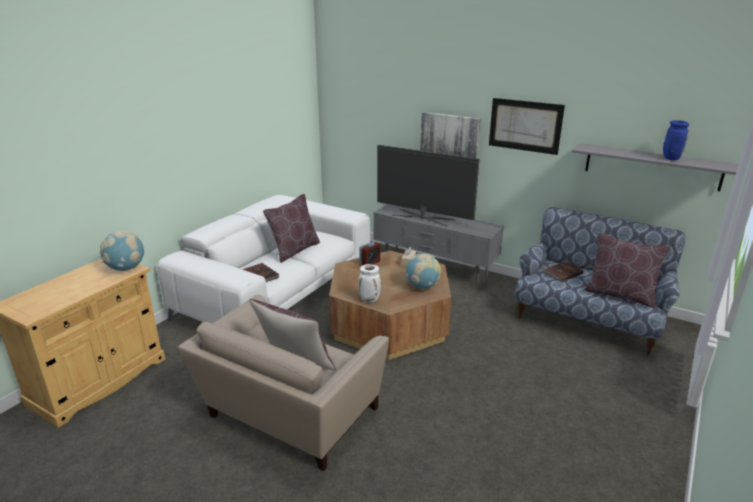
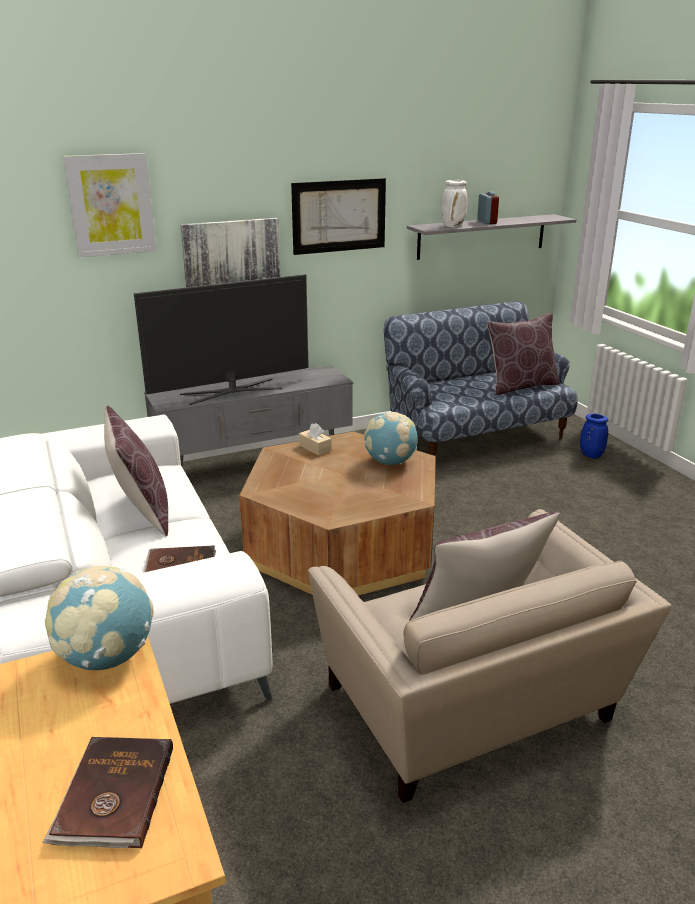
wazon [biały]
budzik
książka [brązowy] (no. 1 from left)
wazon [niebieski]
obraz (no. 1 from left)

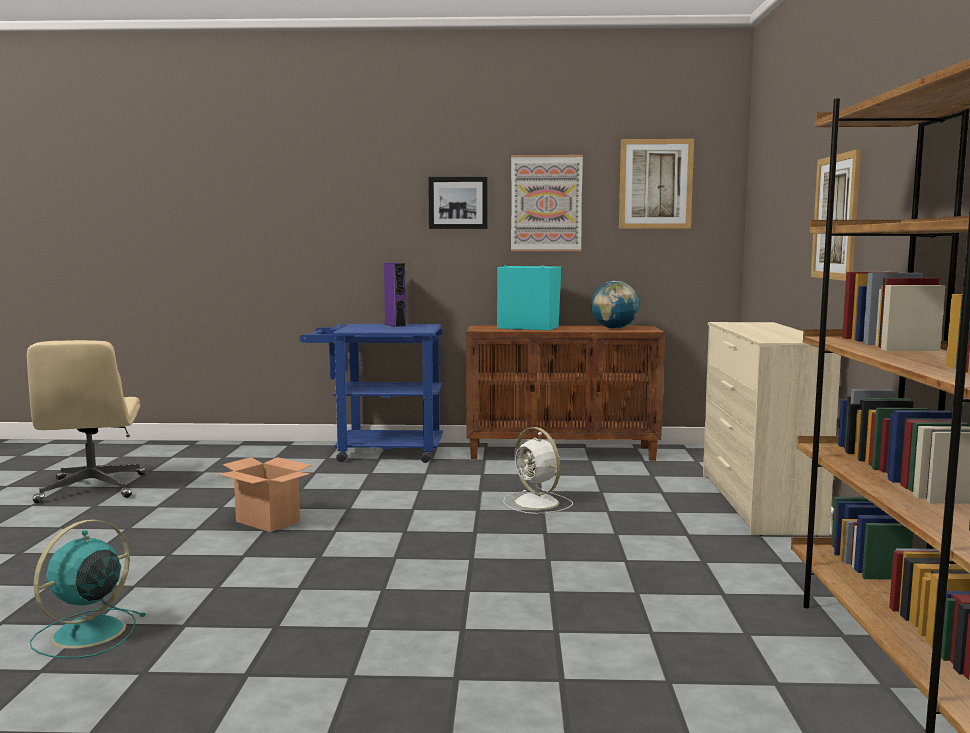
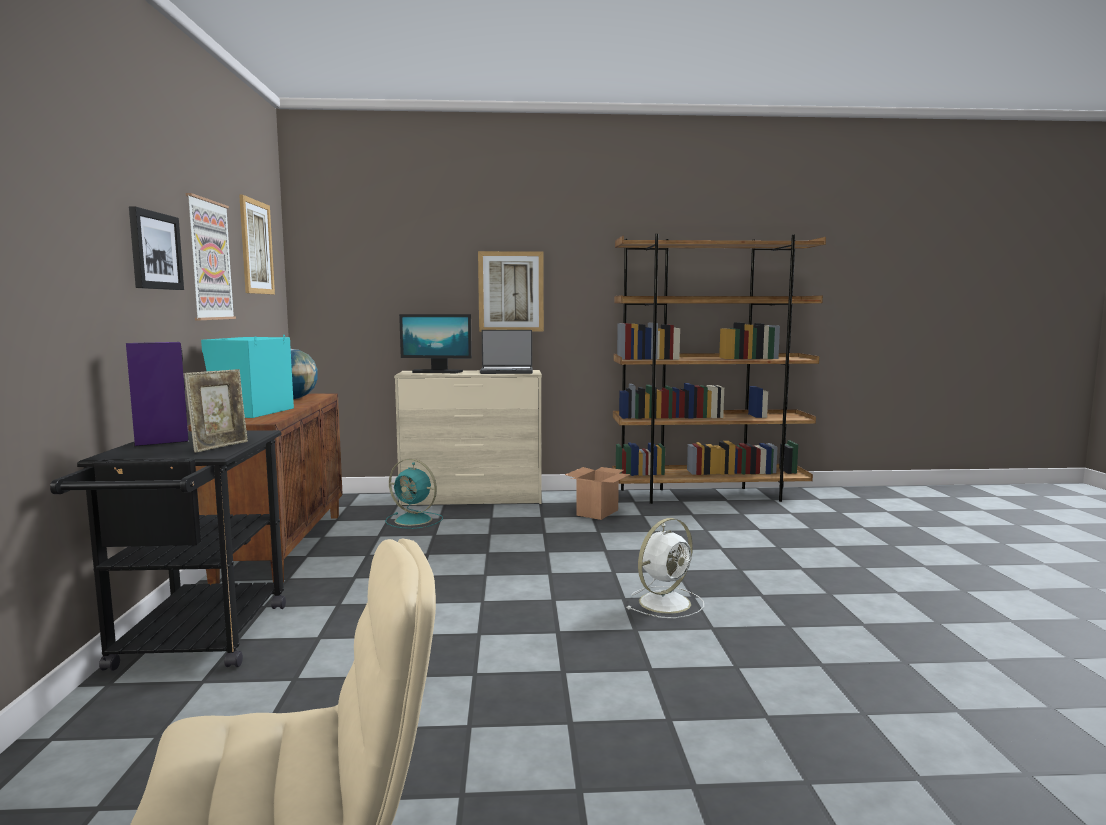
wentylator [turkusowy]
karton
wózek [czarny]
wentylator [biały]
ramka na zdjęcie
monitor
laptop

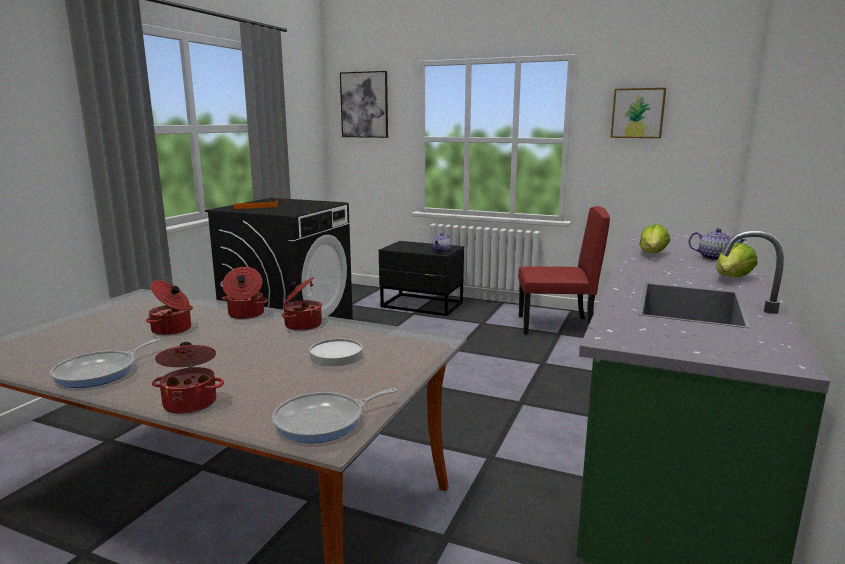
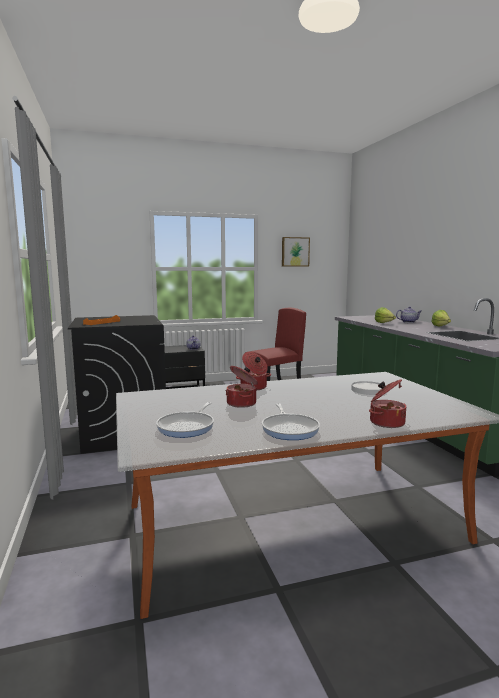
patelnia (no. 1 from left)
garnek (no. 4 from left in the first image)
obraz (no. 1 from left in the first image)

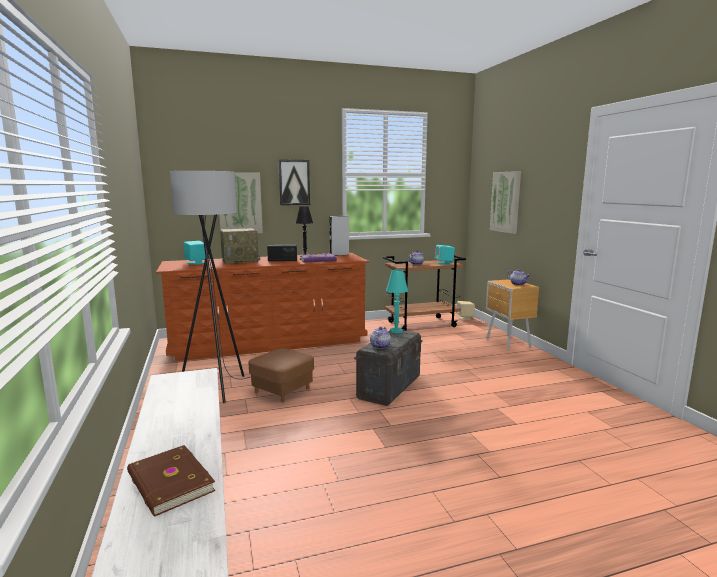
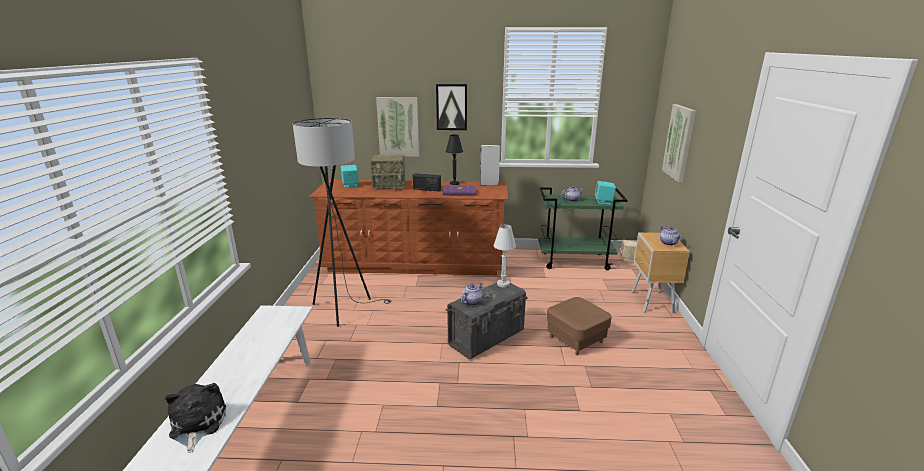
pluszak
pufa [brązowy]
wózek [zielony]
lampa stołowa [biały]

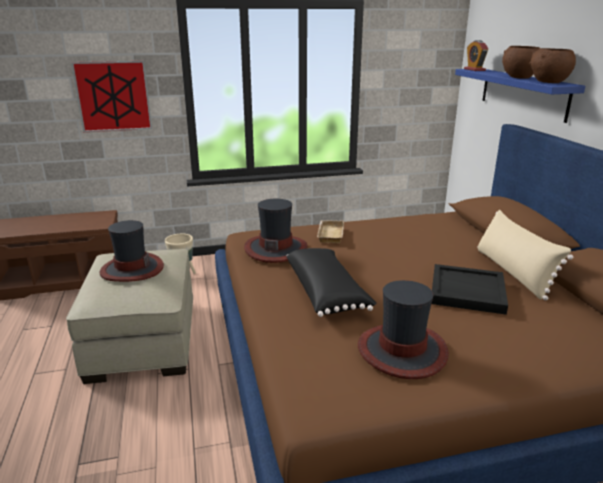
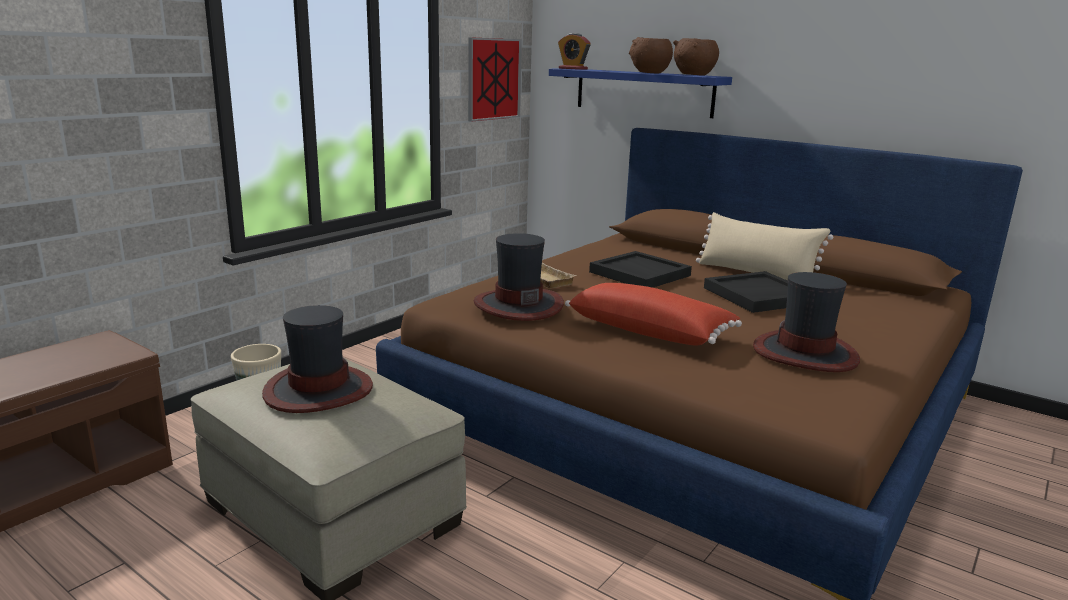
obraz
poduszka [czerwony]
taca [czarny] (no. 1 from left)

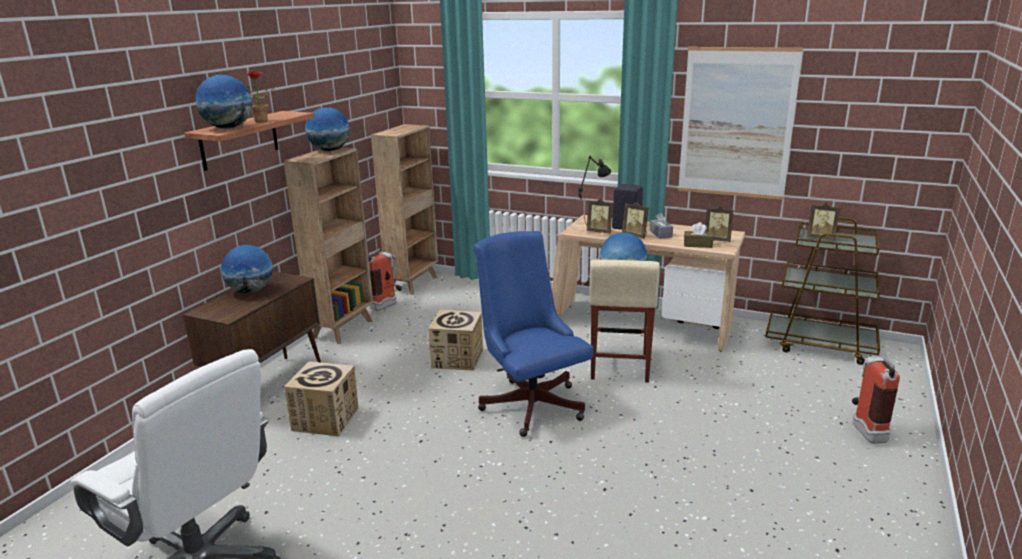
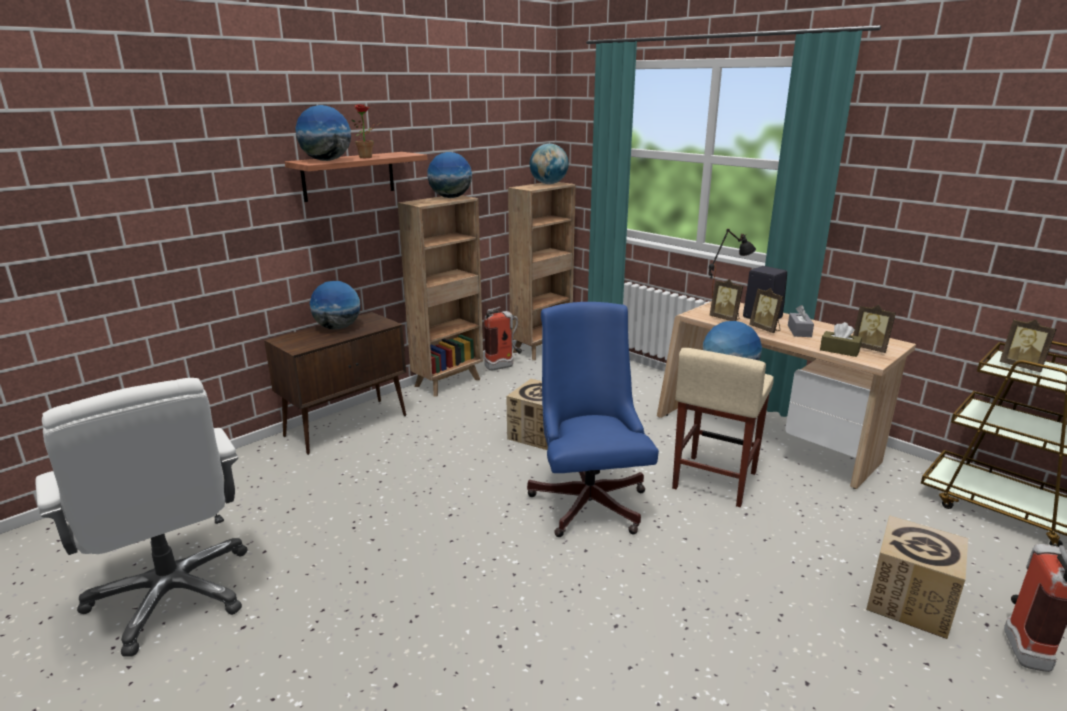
karton (no. 2 from left)
obraz
globus (no. 4 from left)

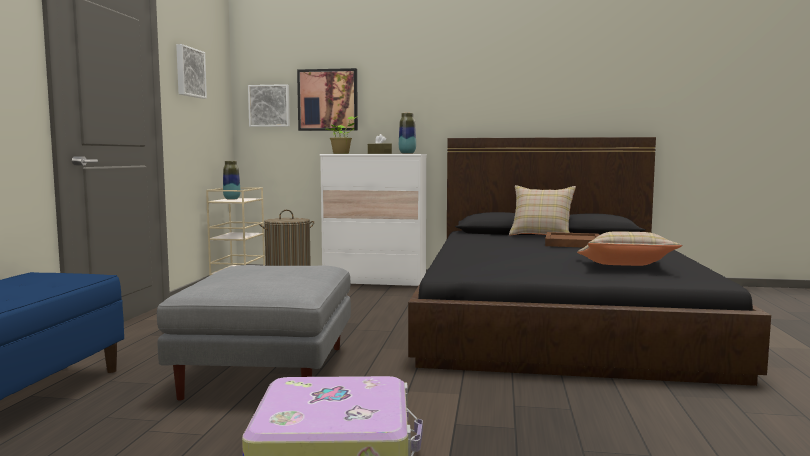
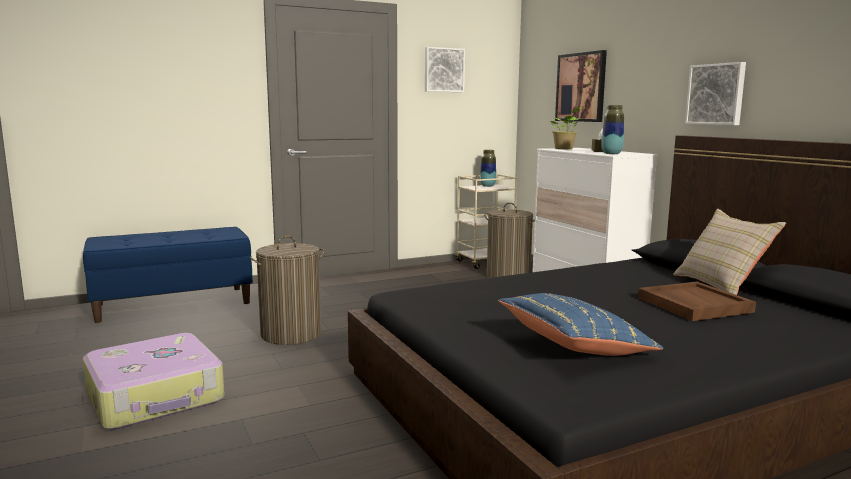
kosz na pranie (no. 1 from left)
obraz (no. 3 from left)
poduszka [niebieski]

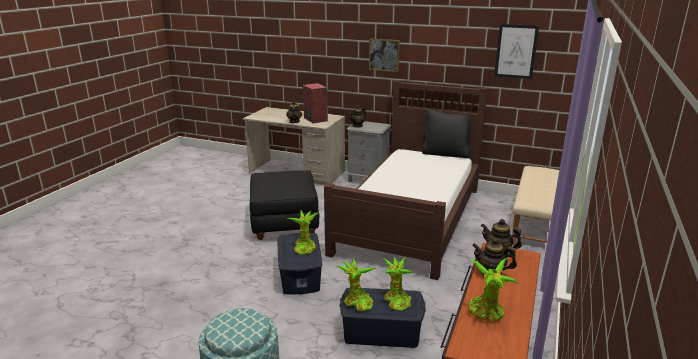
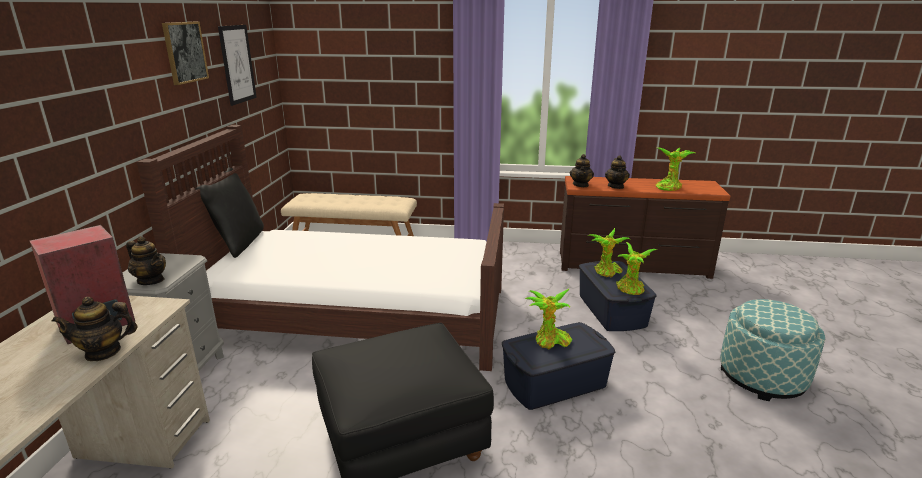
obraz (no. 1 from left)

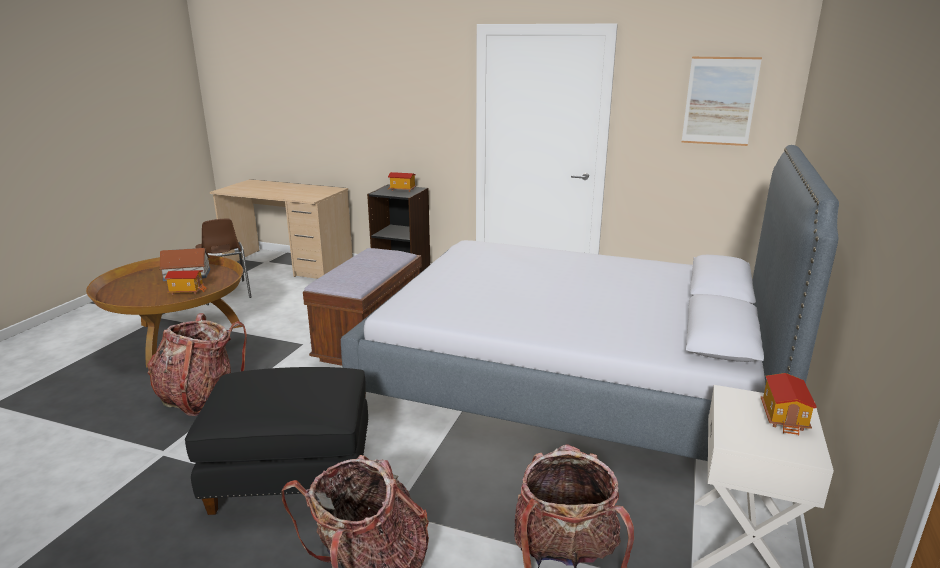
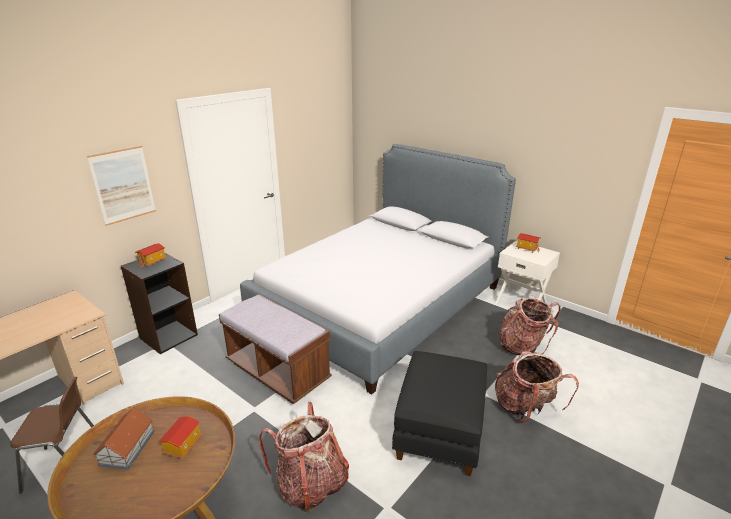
obraz

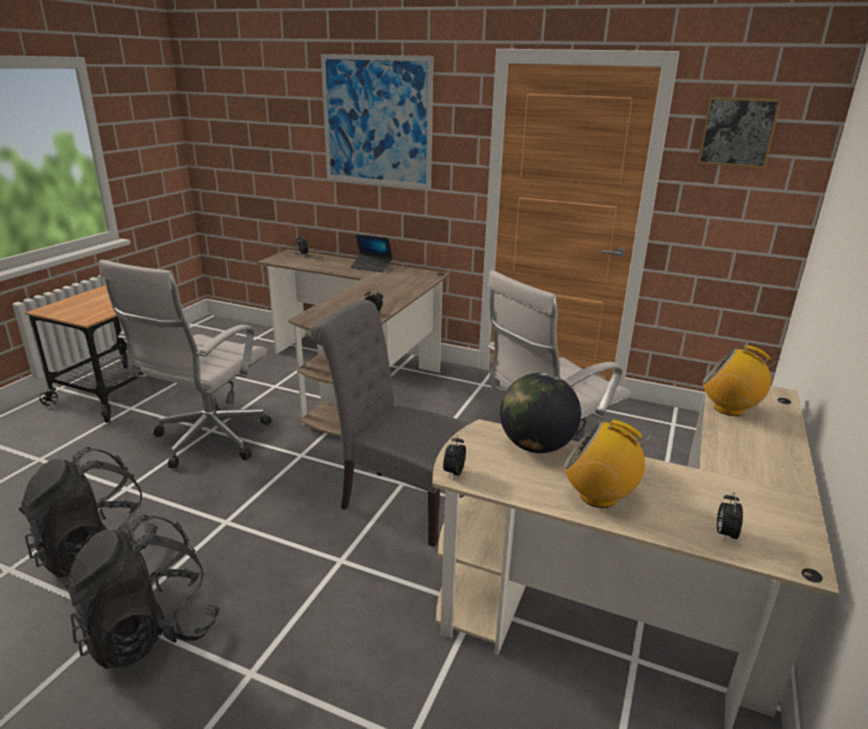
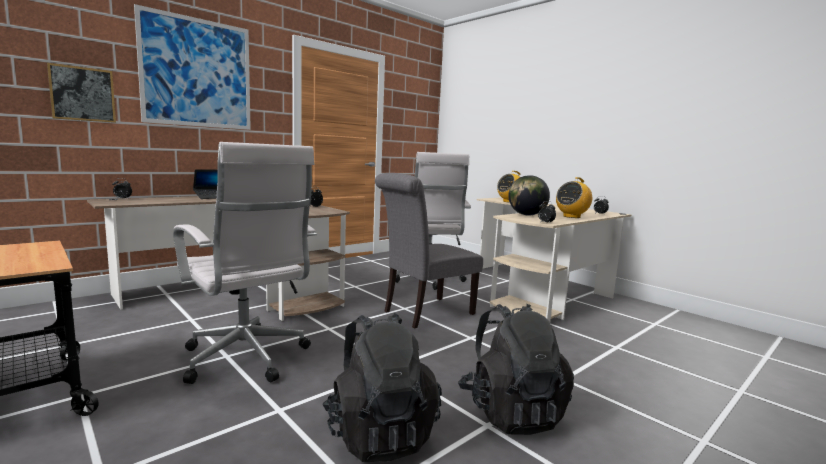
obraz (no. 1 from left)

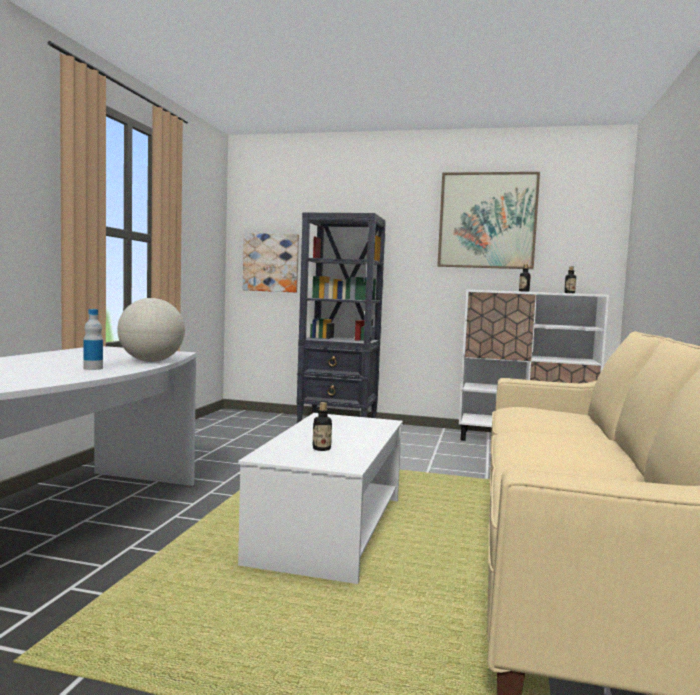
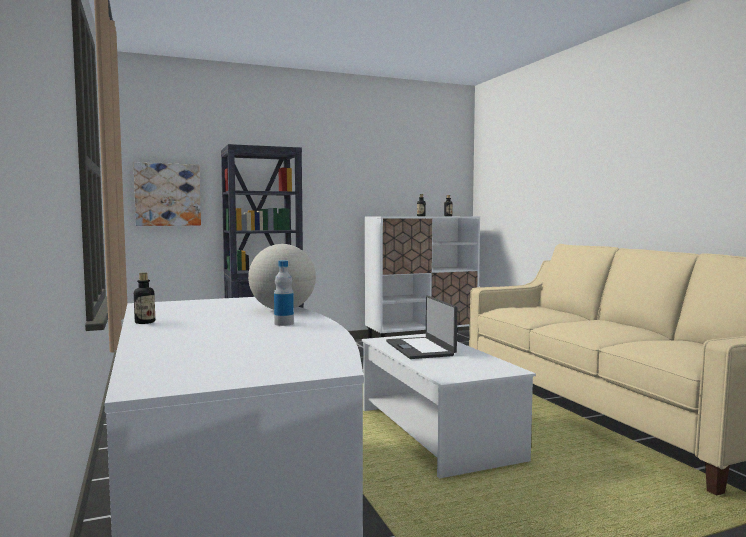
butelka (no. 1 from left)
obraz (no. 2 from left in the first image)
laptop

